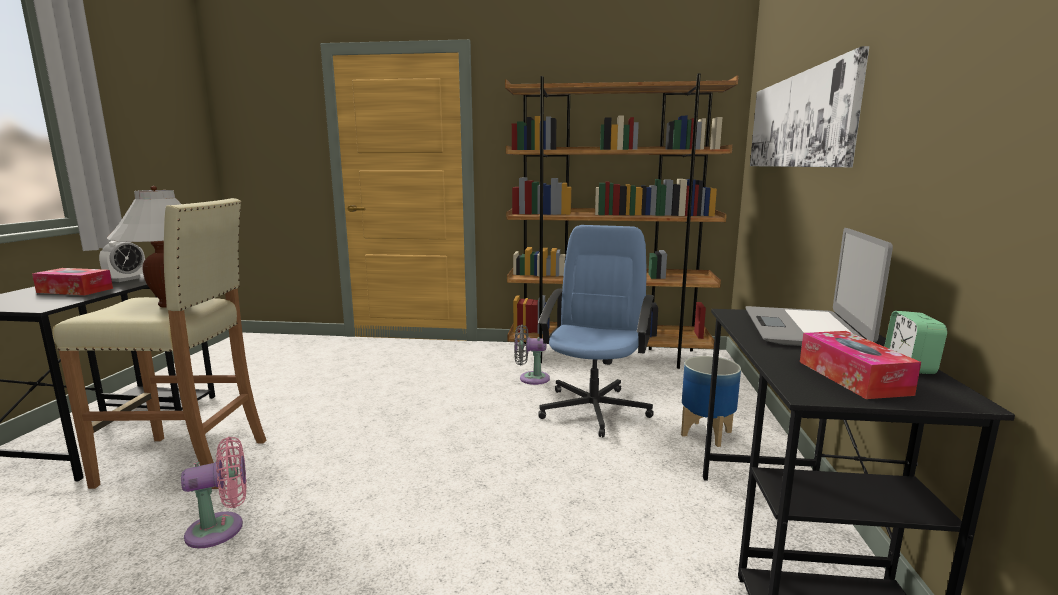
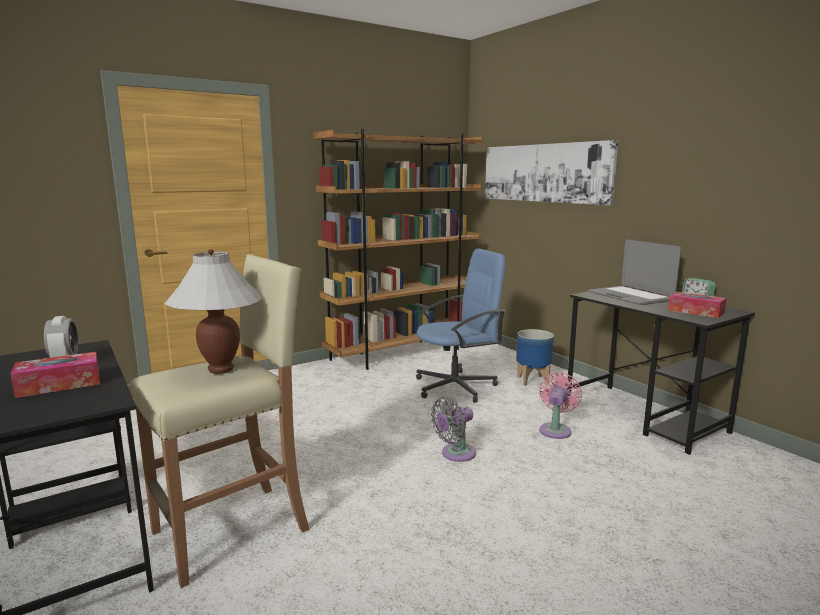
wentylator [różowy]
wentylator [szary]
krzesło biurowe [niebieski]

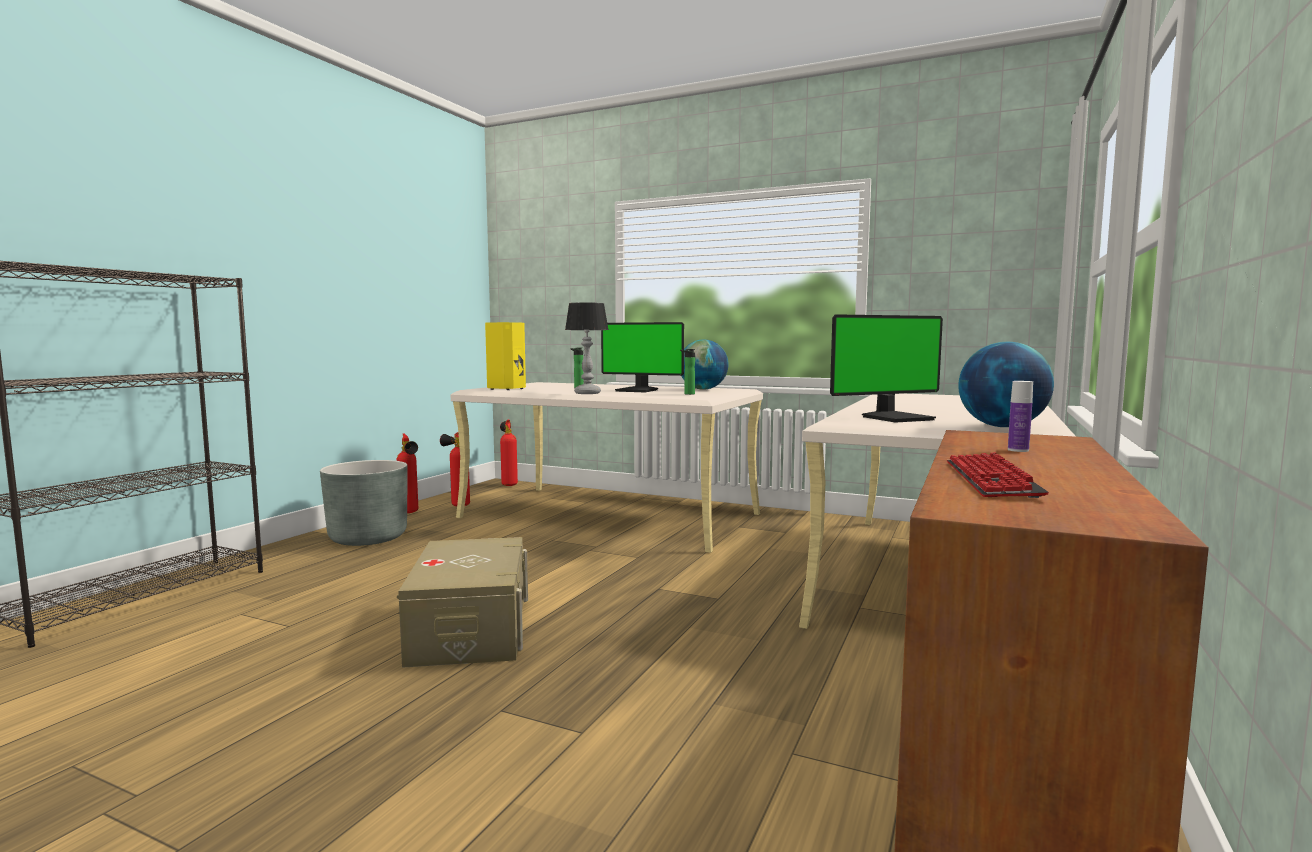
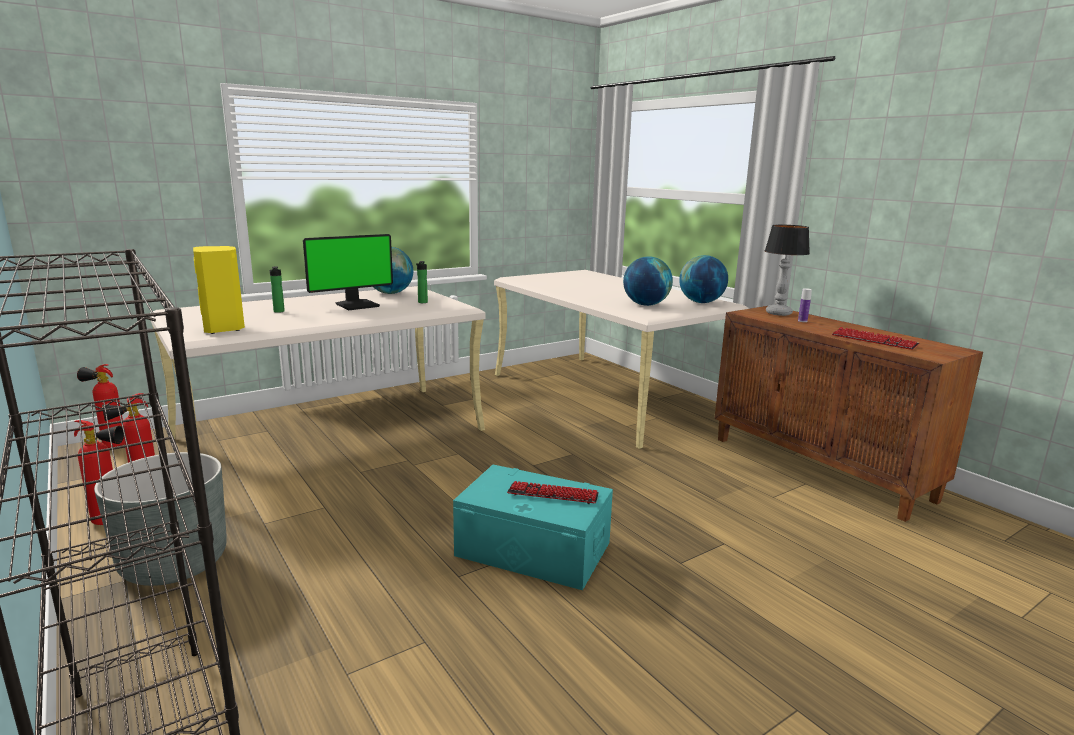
pojemnik do przechowywania [turkusowy]
lampa stołowa
globus (no. 2 from left)
klawiatura (no. 1 from left)

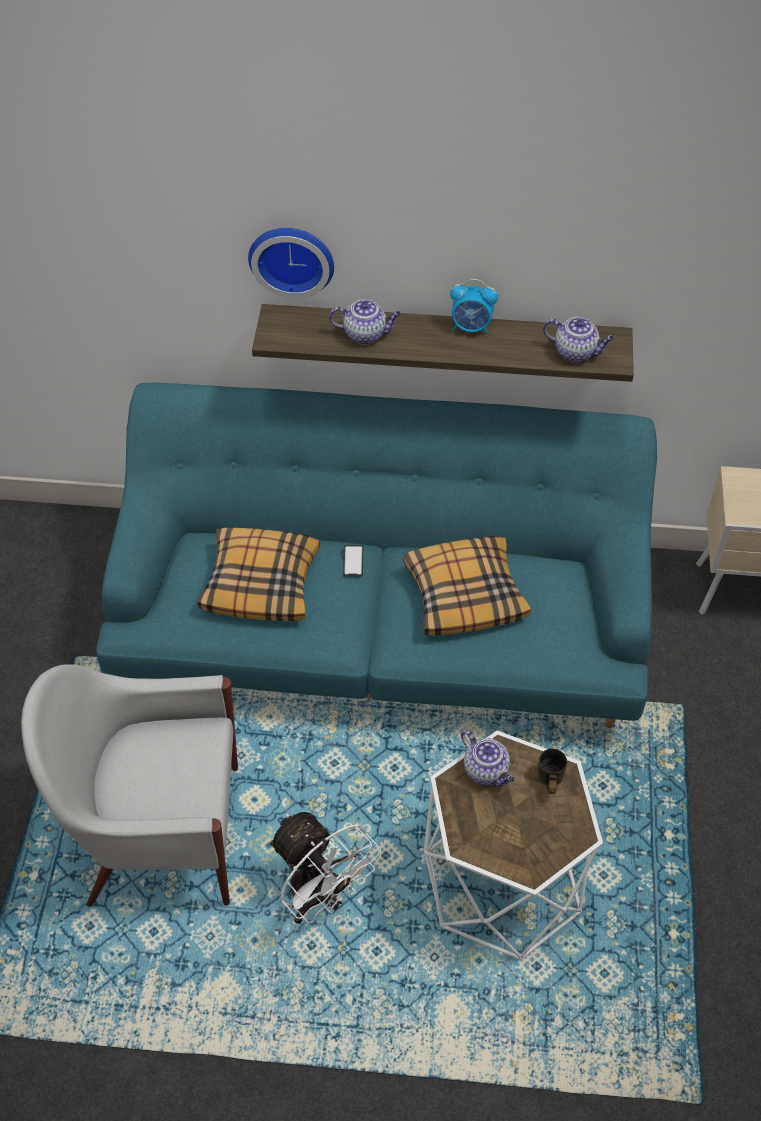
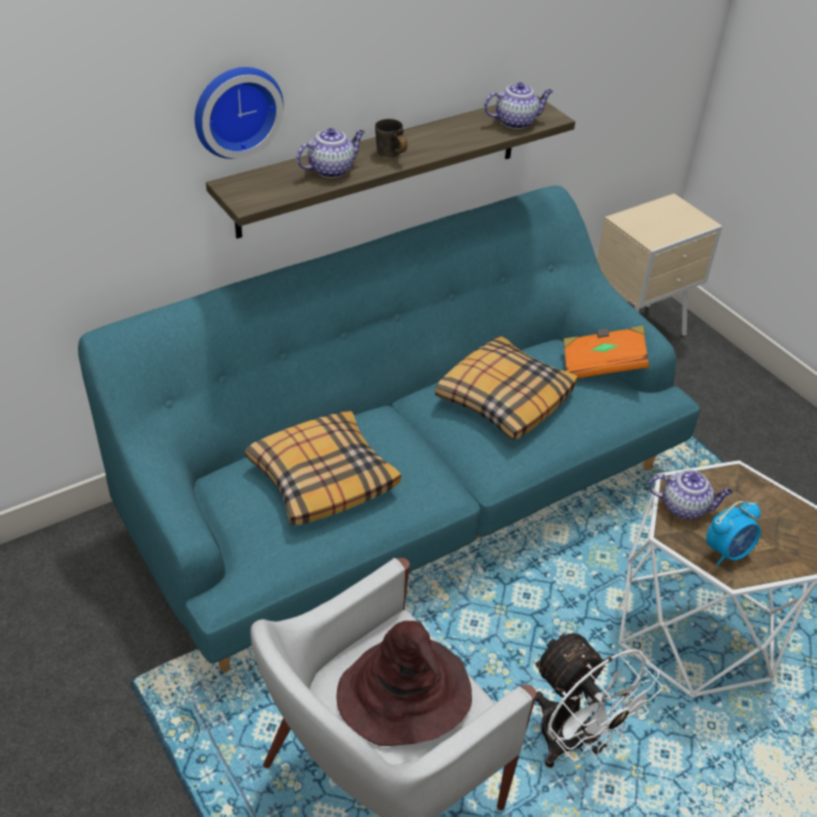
wentylator [biały]
telefon
budzik
kubek [szary]
kapelusz [brązowy]
książka [pomarańczowy]

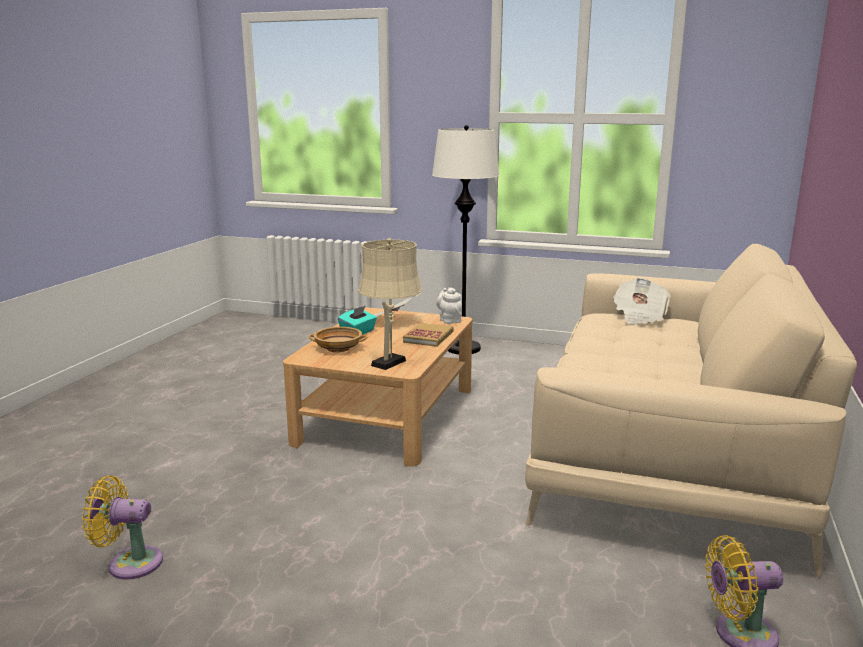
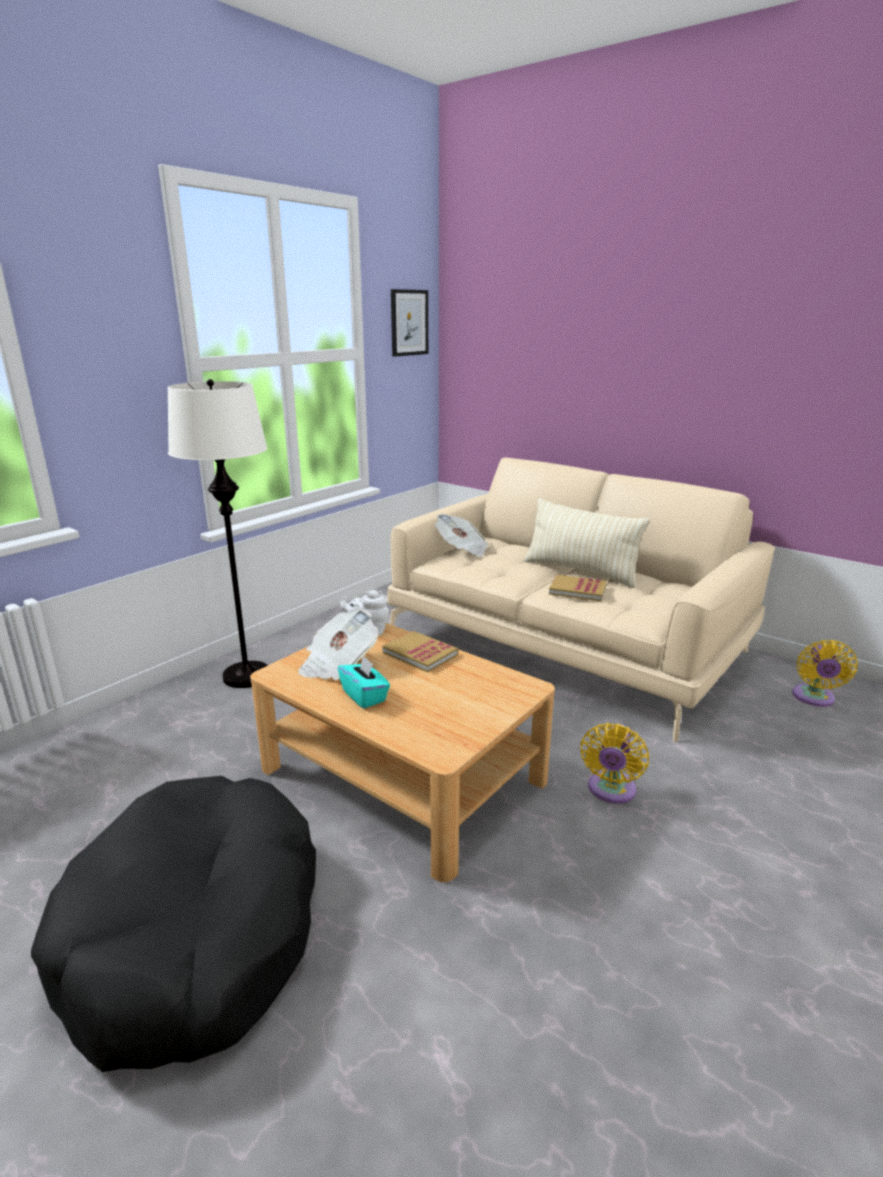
wentylator [żółty] (no. 1 from left)
miska [beżowy]
lampa stołowa [beżowy]
legowisko [czarny]
obraz
poduszka [beżowy]
książka (no. 2 from left)

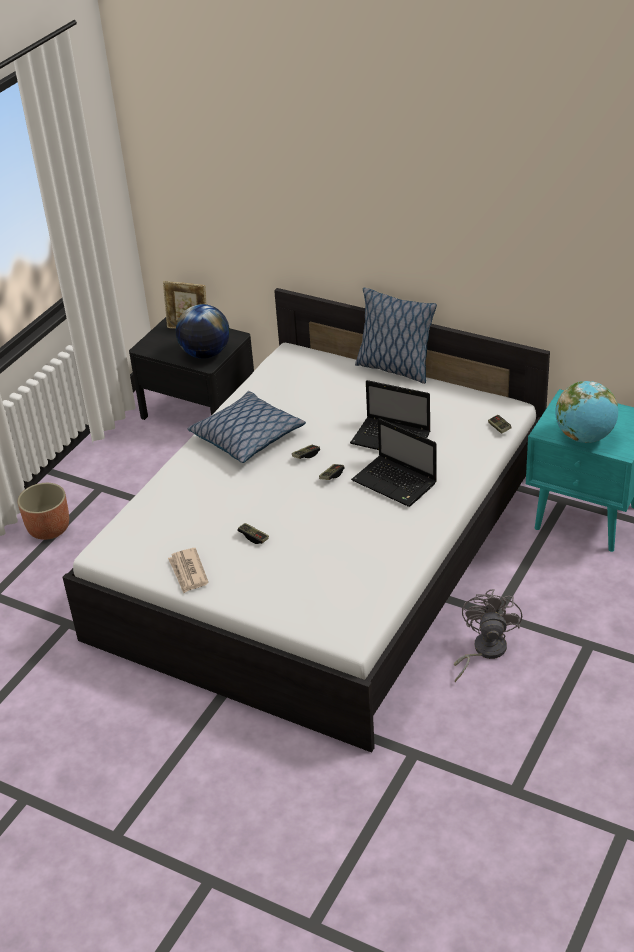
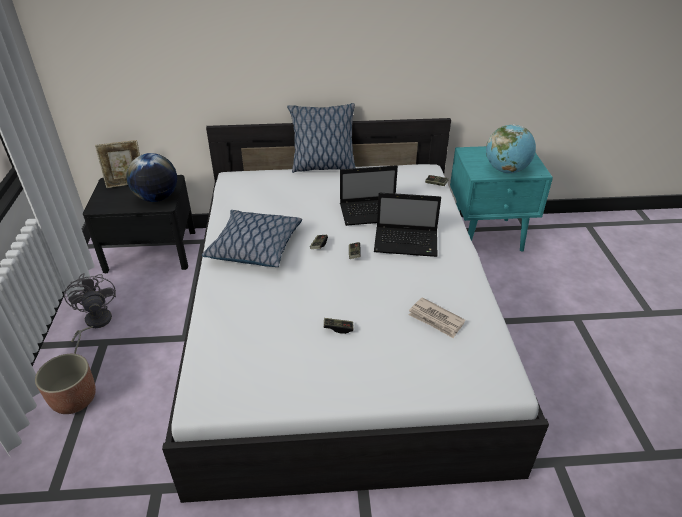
gazeta
wentylator [szary]

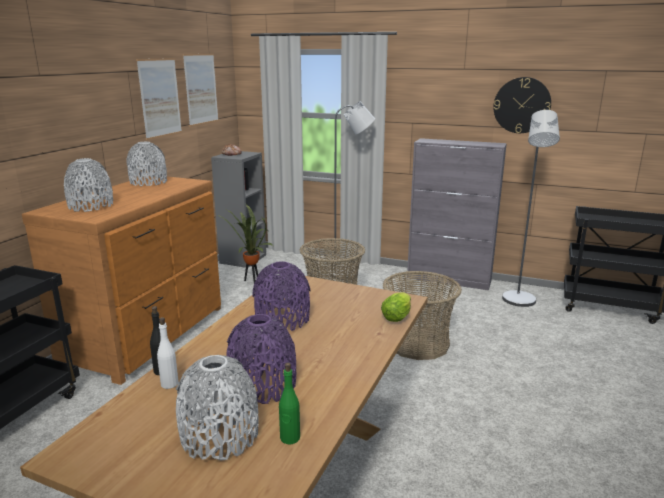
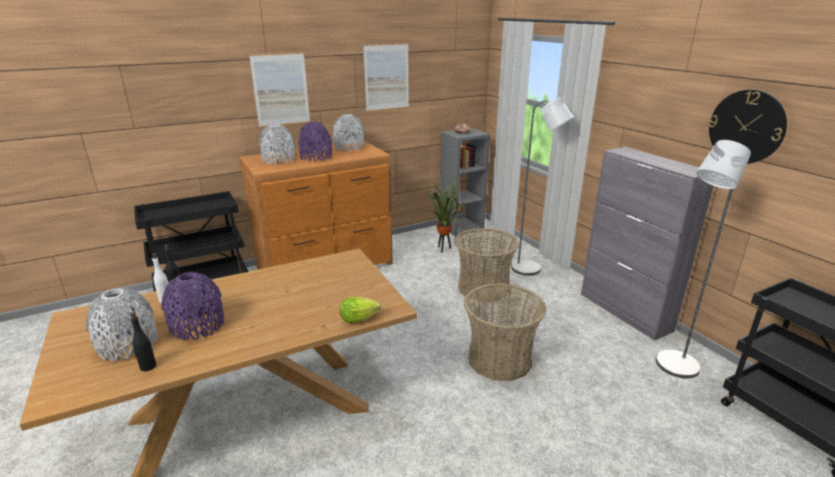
obraz (no. 1 from left)
wazon [fioletowy] (no. 2 from left)
butelka [czarny] (no. 1 from left)

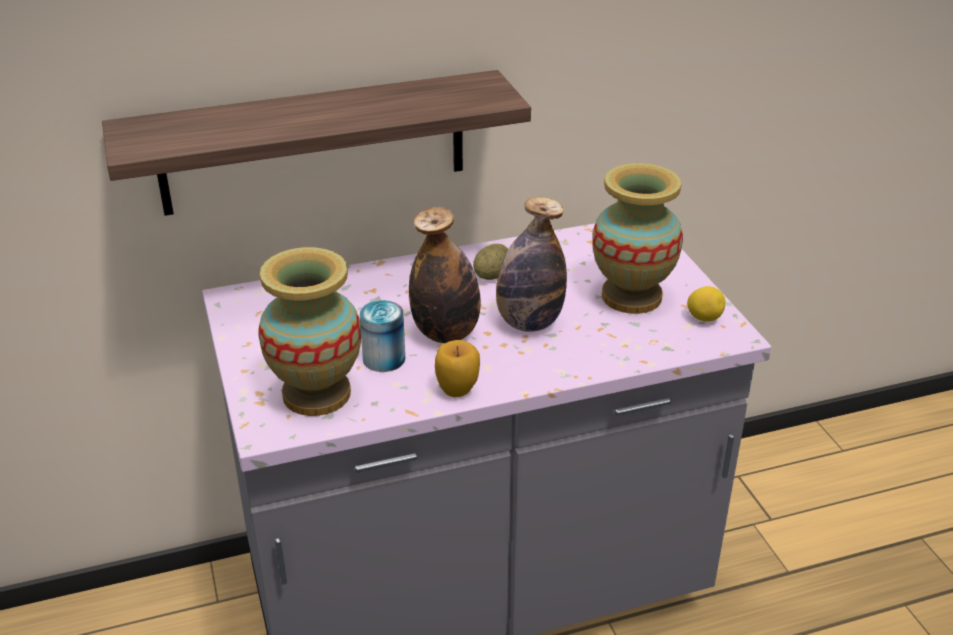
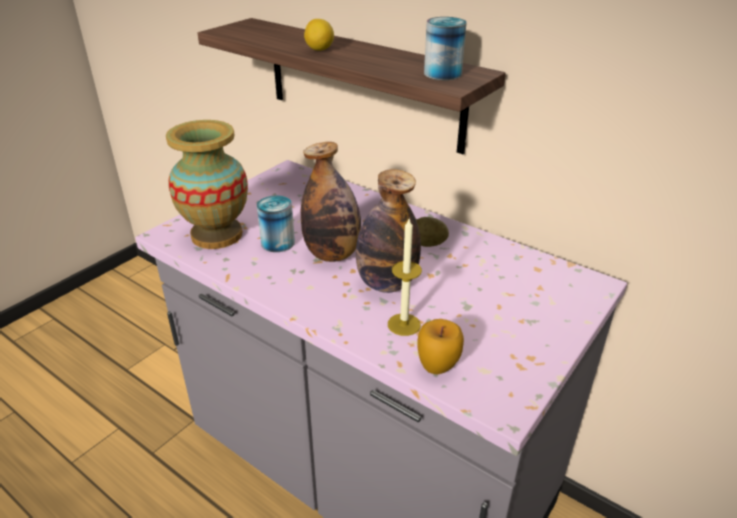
jabłko
wazon (no. 2 from left in the first image)
cytryna
świeca
puszka (no. 2 from left)

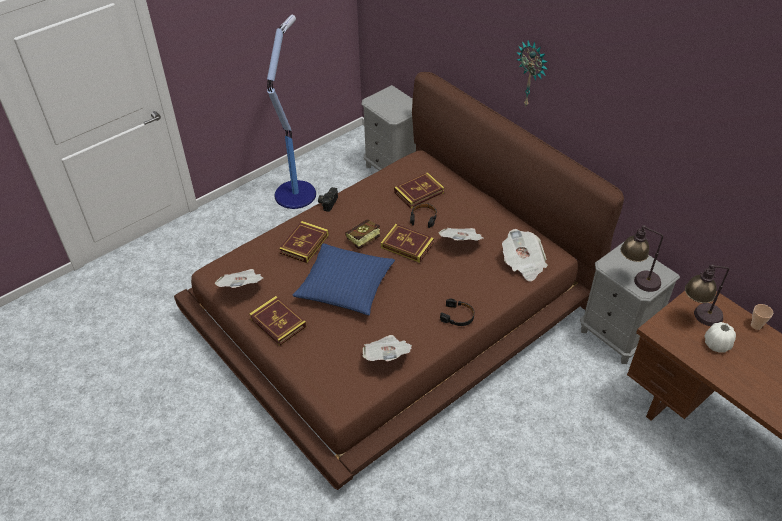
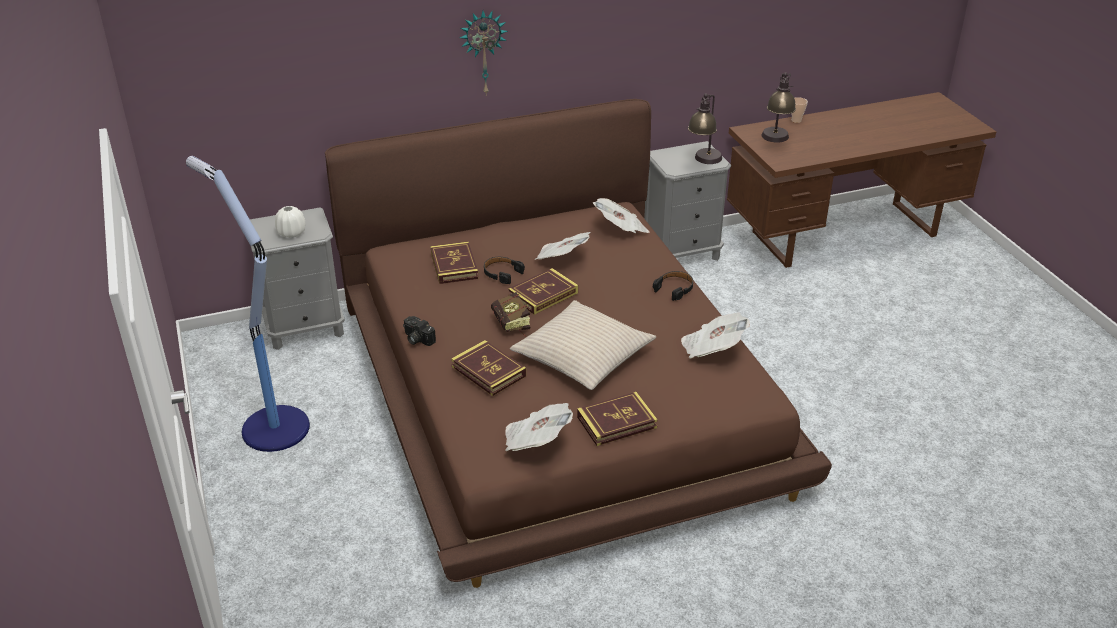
poduszka [beżowy]
wazon [biały]

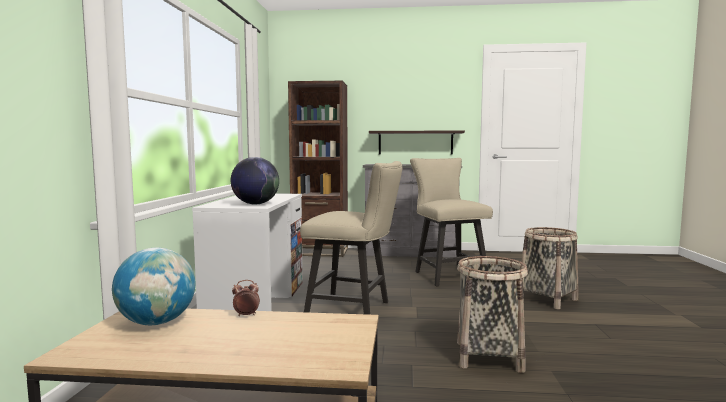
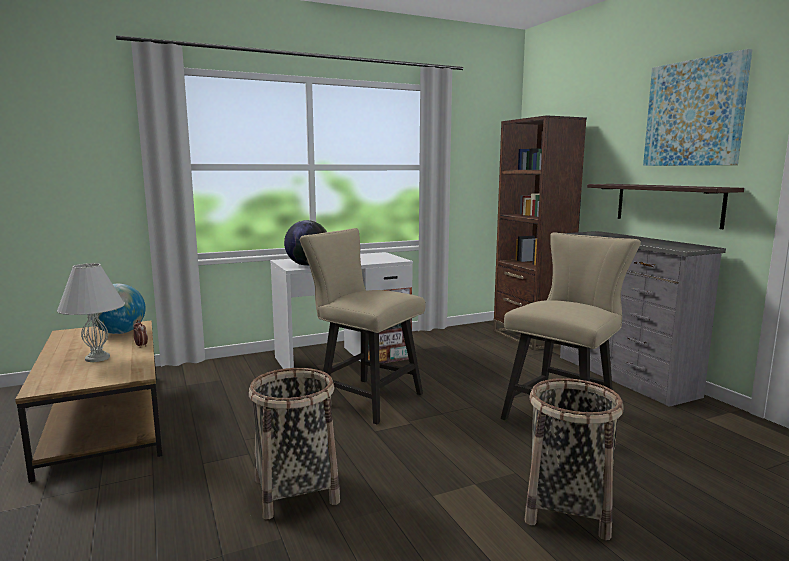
krzesło [beżowy] (no. 1 from left)
lampa stołowa [biały]
obraz

